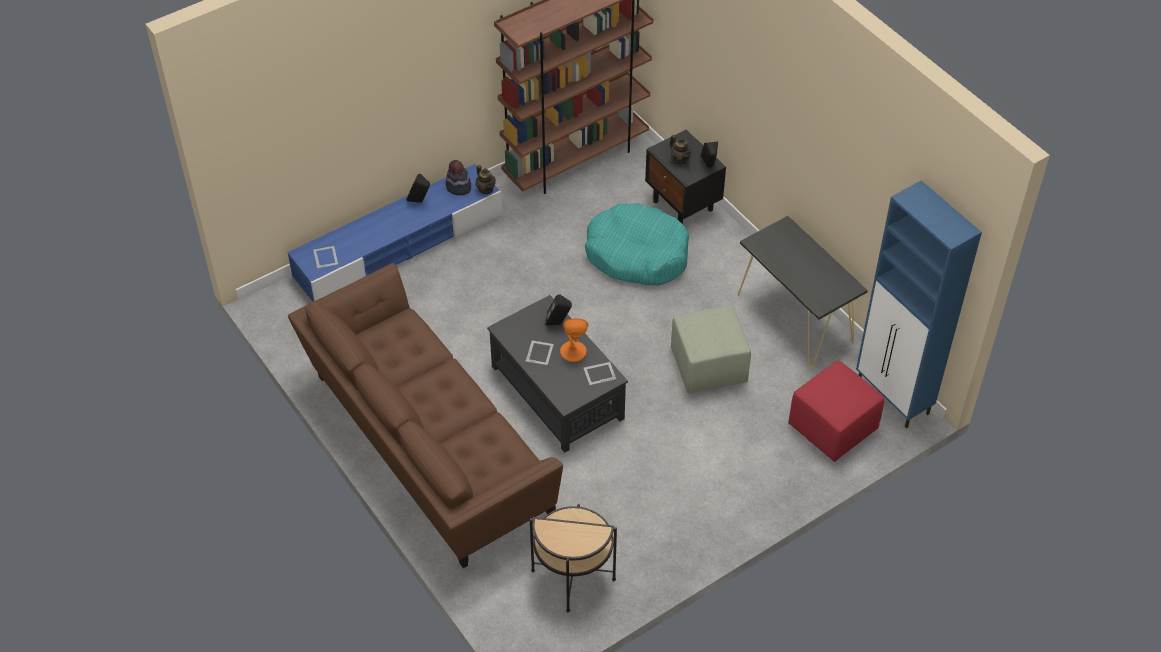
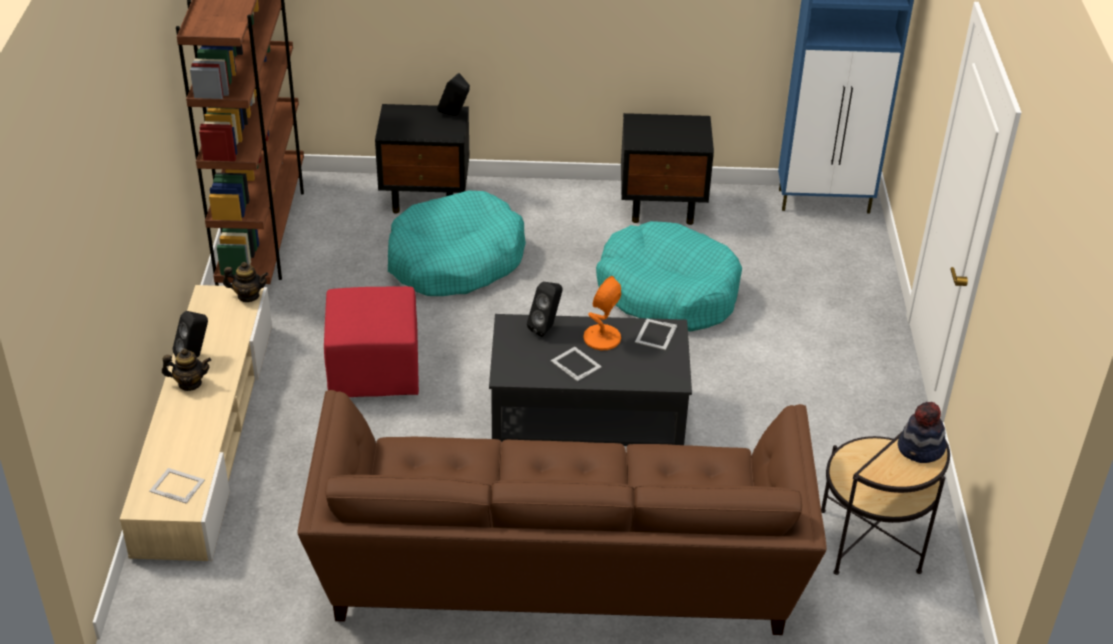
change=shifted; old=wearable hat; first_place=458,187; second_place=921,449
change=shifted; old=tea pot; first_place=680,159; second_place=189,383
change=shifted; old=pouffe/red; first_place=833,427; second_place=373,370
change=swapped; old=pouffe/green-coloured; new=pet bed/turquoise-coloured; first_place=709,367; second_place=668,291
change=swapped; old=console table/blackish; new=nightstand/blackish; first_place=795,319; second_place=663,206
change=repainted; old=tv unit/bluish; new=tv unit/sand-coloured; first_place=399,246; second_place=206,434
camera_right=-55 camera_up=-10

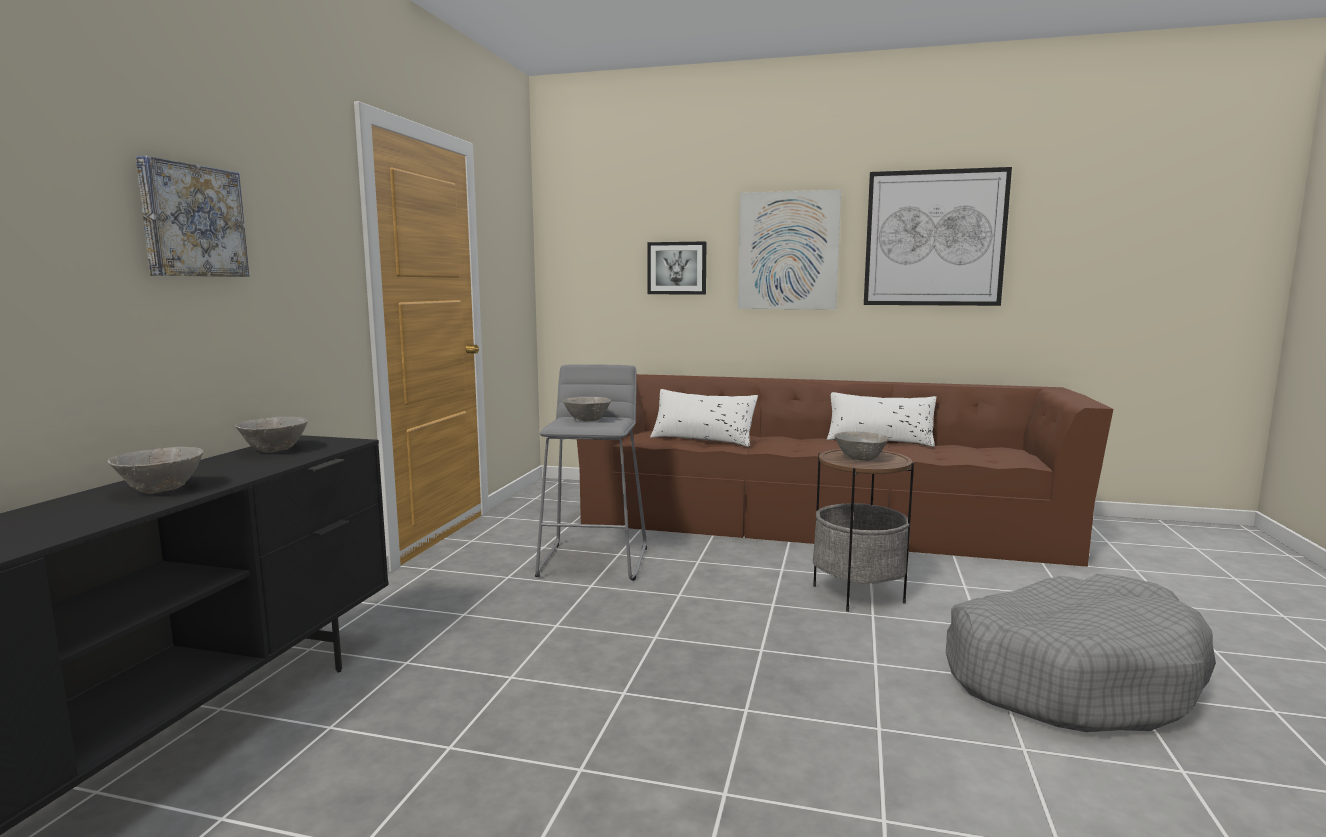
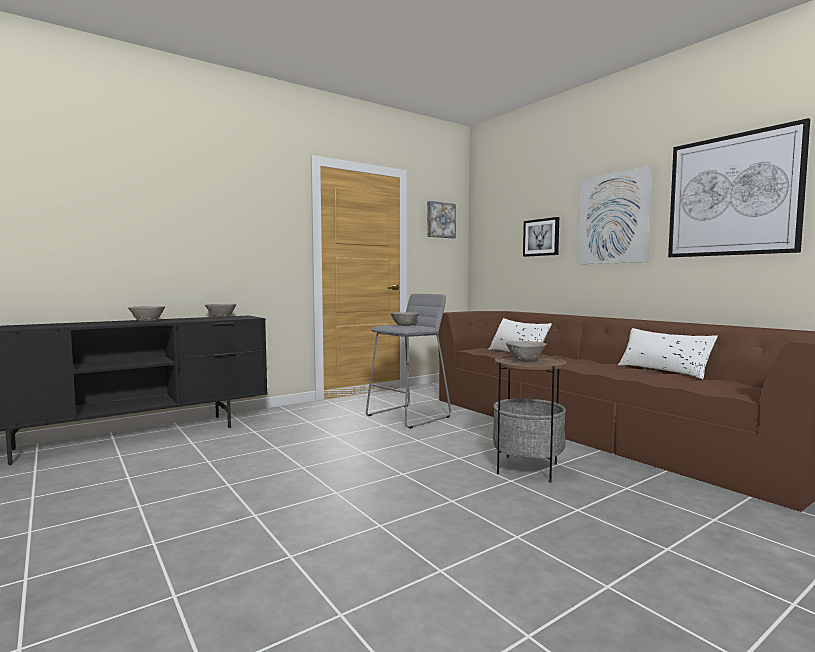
change=gone; old=pet bed/grey; first_place=1070,676
change=shifted; old=picture; first_place=191,221; second_place=440,220
camera_right=40 camera_up=-5

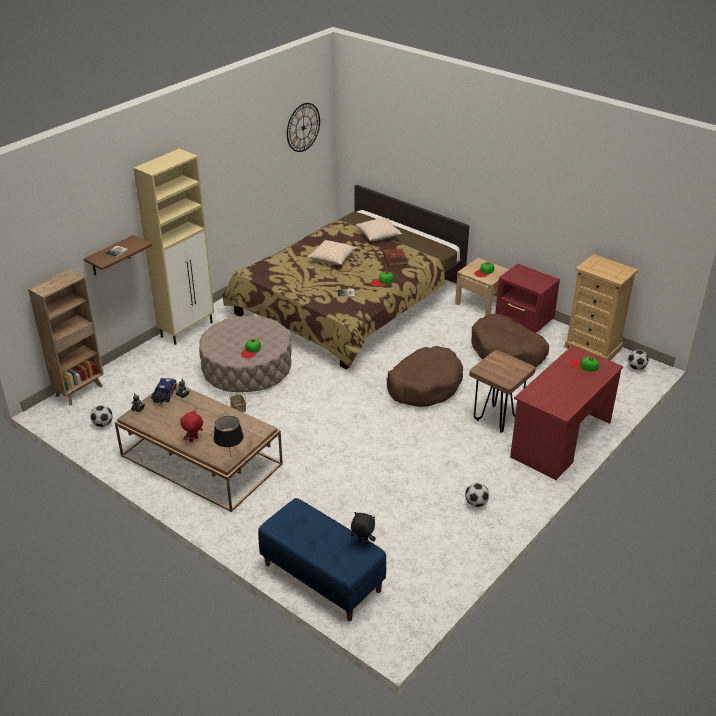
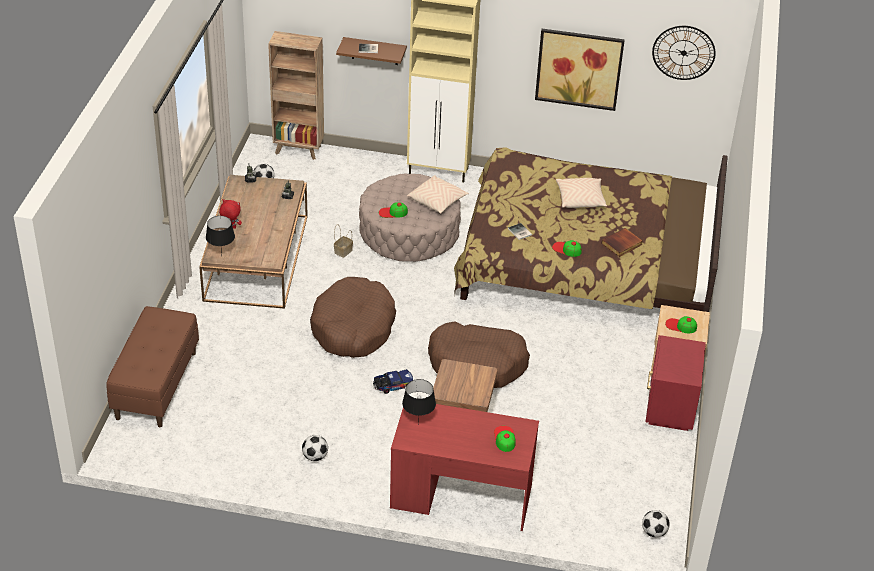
change=gone; old=soft toy/blackish; first_place=362,543
change=gone; old=dresser/sand-coloured; first_place=593,348
change=new; new=lamp for a table/blackish; second_place=418,424
change=new; new=picture; second_place=579,68
change=shifted; old=toy lorry; first_place=164,396; second_place=392,386
change=shifted; old=pillow/sand-coloured; first_place=378,235; second_place=437,201
change=shifted; old=pet bed/brownish; first_place=507,352; second_place=353,328
change=repainted; old=long seat/bluish; new=long seat/brownish; first_place=321,577; second_place=156,385
camera_right=60 camera_up=5

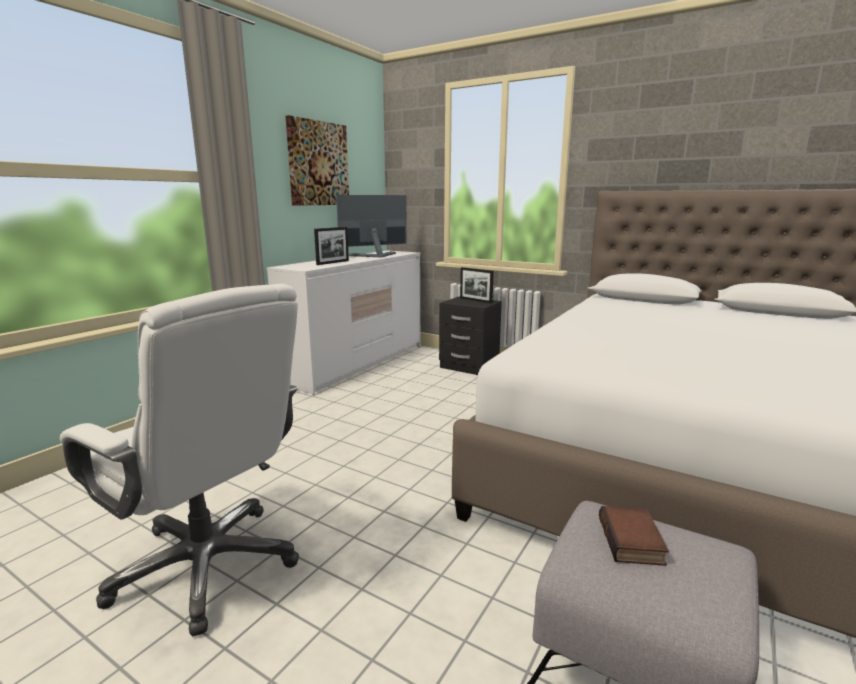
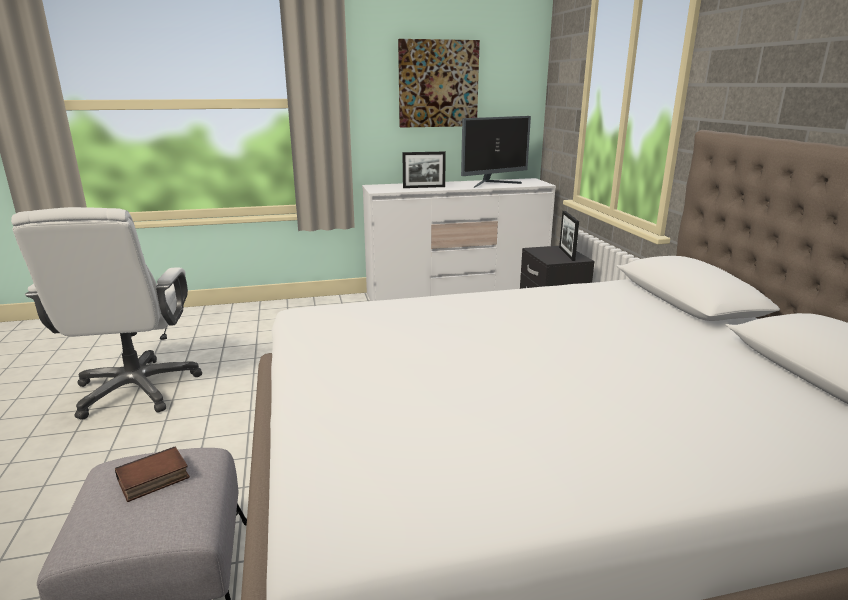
change=rotated; old=computer display; first_place=375,255; second_place=492,184; degrees=135
camera_right=45 camera_up=5

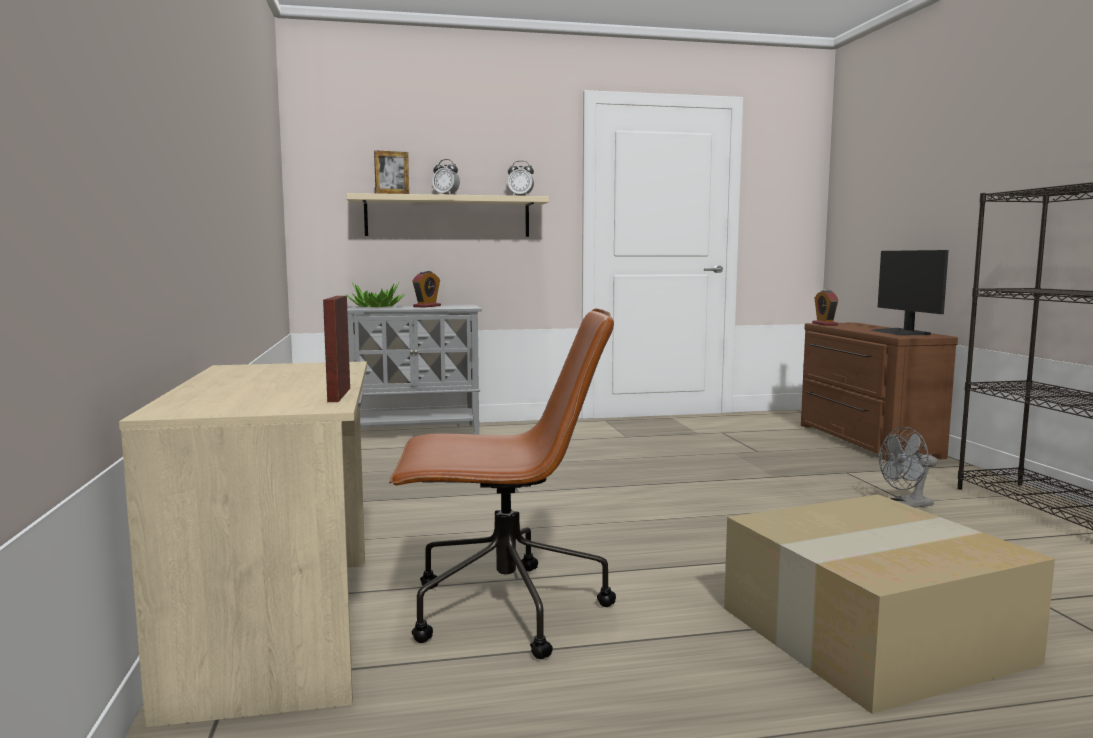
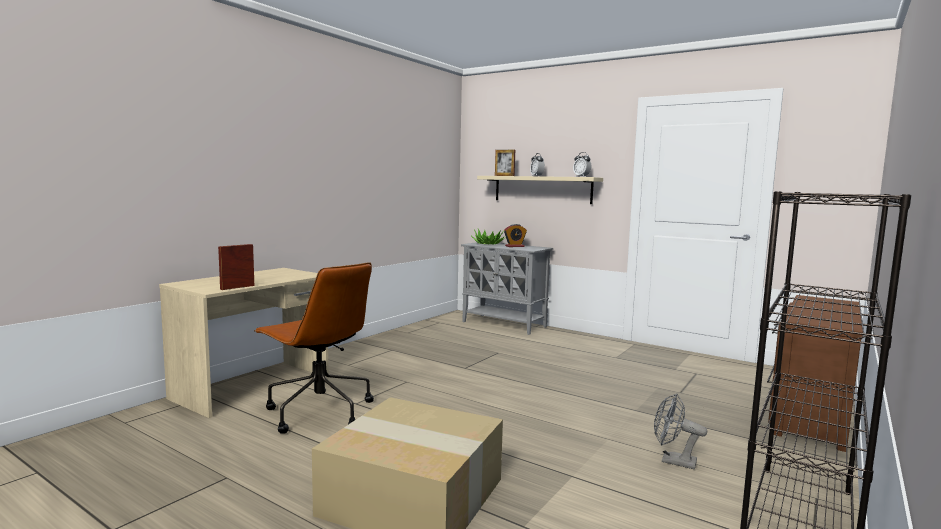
change=gone; old=alarm clock; first_place=824,324
change=gone; old=computer display; first_place=901,332
camera_right=45 camera_up=0

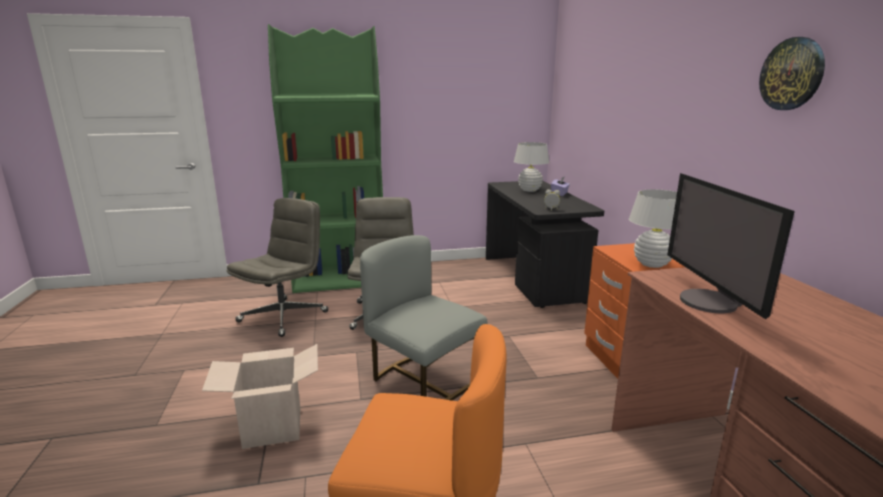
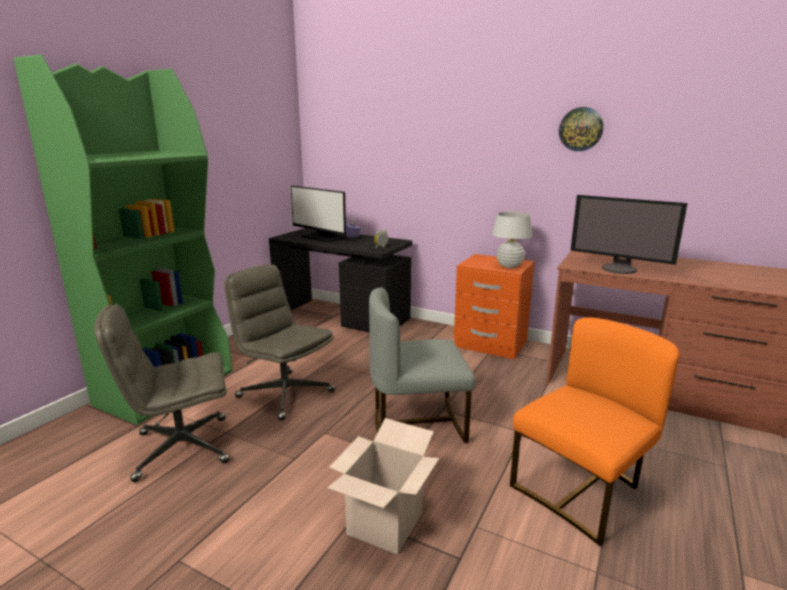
change=swapped; old=lamp for a table/white-coloured; new=computer display; first_place=529,190; second_place=322,237
change=rotated; old=computer chair/grey; first_place=284,316; second_place=181,448; degrees=-90
camera_right=-50 camera_up=0

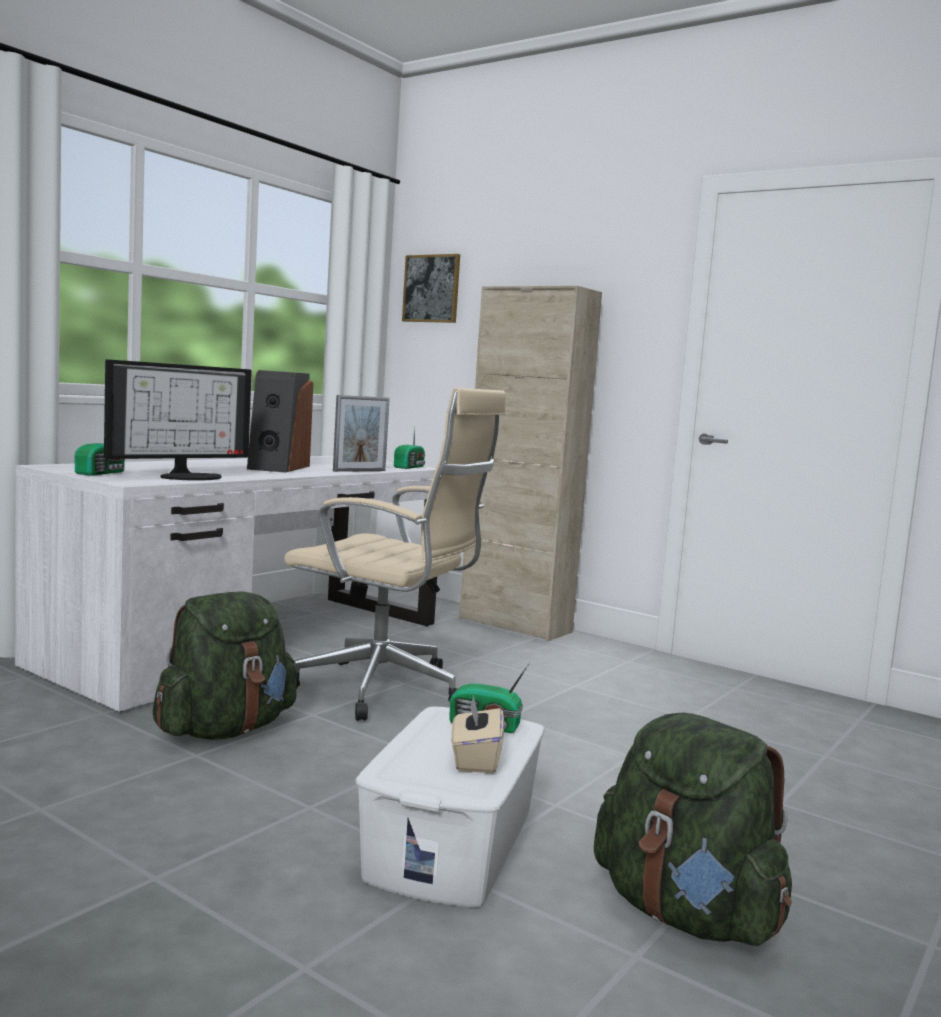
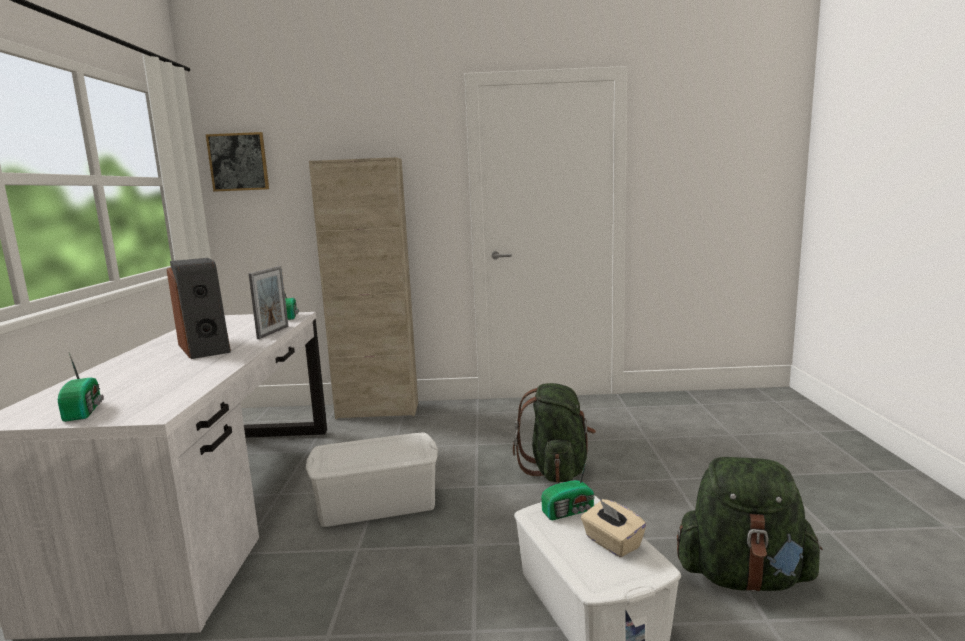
change=gone; old=computer display; first_place=189,476
change=shifted; old=knapsack/green-coloured; first_place=225,730; second_place=557,470
change=swapped; old=computer chair/sand-coloured; new=storage box/white-coloured; first_place=386,691; second_place=377,502
camera_right=-35 camera_up=5

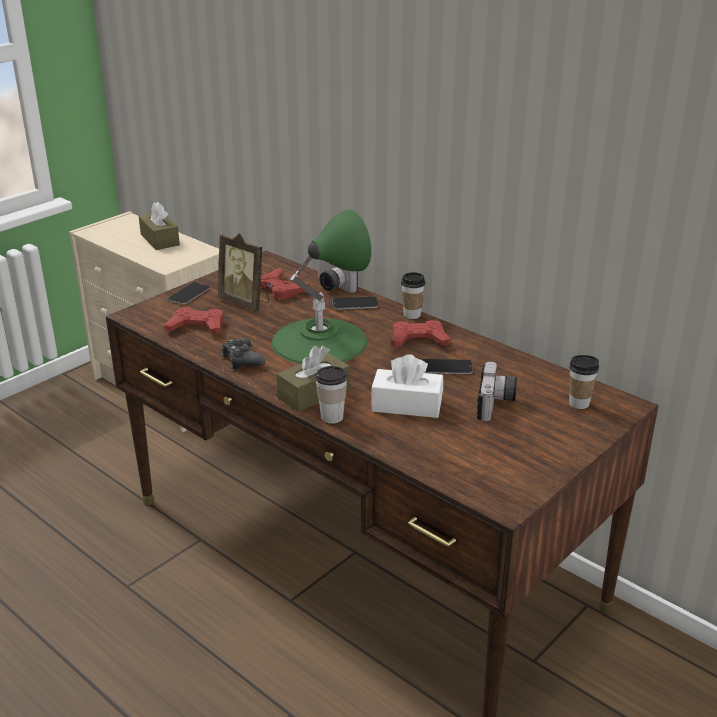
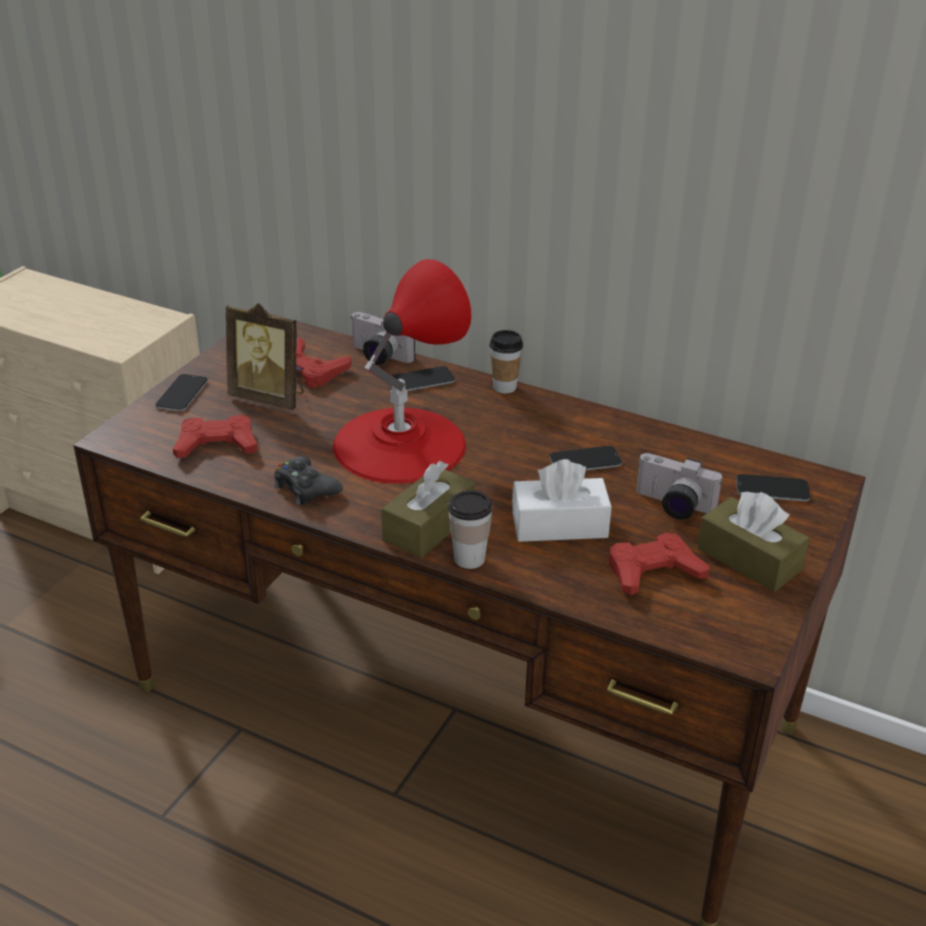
change=shifted; old=box of tissues/brownish; first_place=160,239; second_place=749,559
change=shifted; old=gamepad/red; first_place=418,340; second_place=653,571
change=swapped; old=drinking cup; new=telephone; first_place=579,403; second_place=772,489
change=repainted; old=lamp for a table/green-coloured; new=lamp for a table/red; first_place=319,341; second_place=399,444
change=rotated; old=photo camera; first_place=496,404; second_place=672,506; degrees=120
camera_right=-15 camera_up=5

